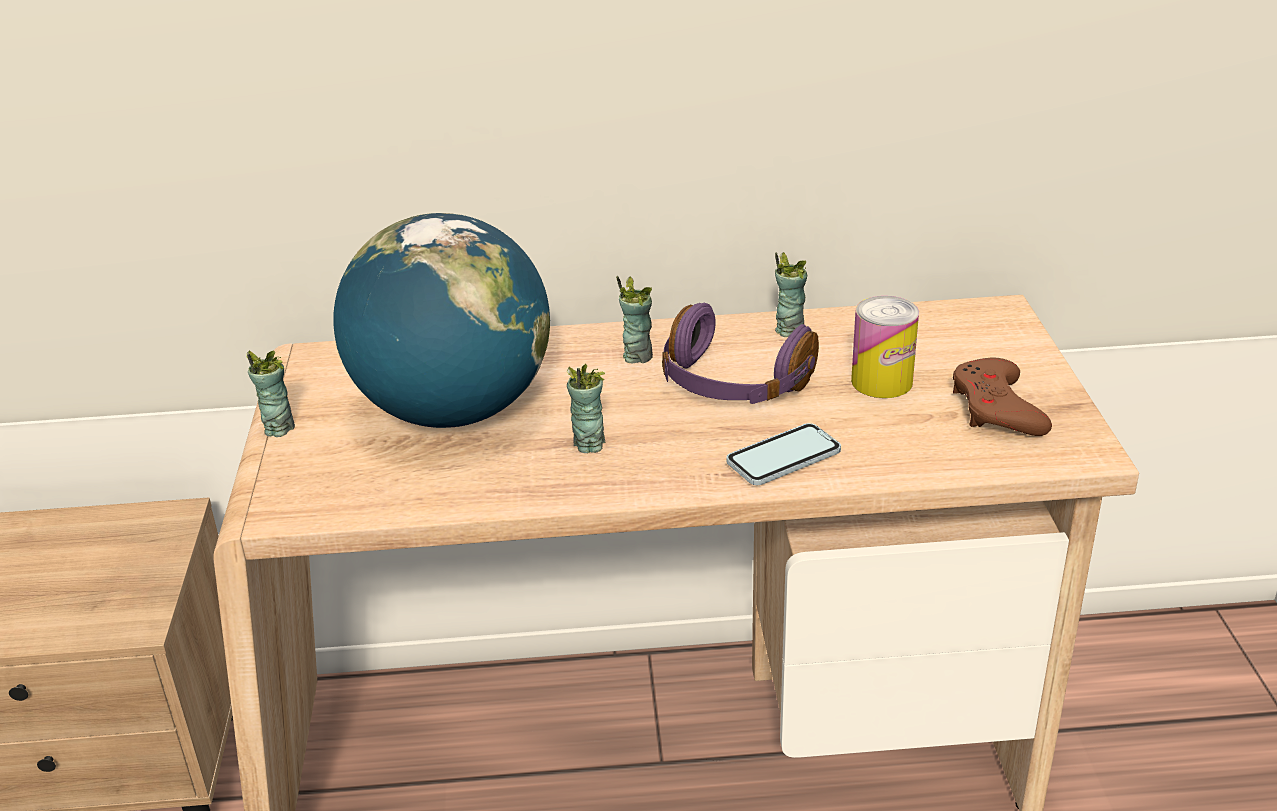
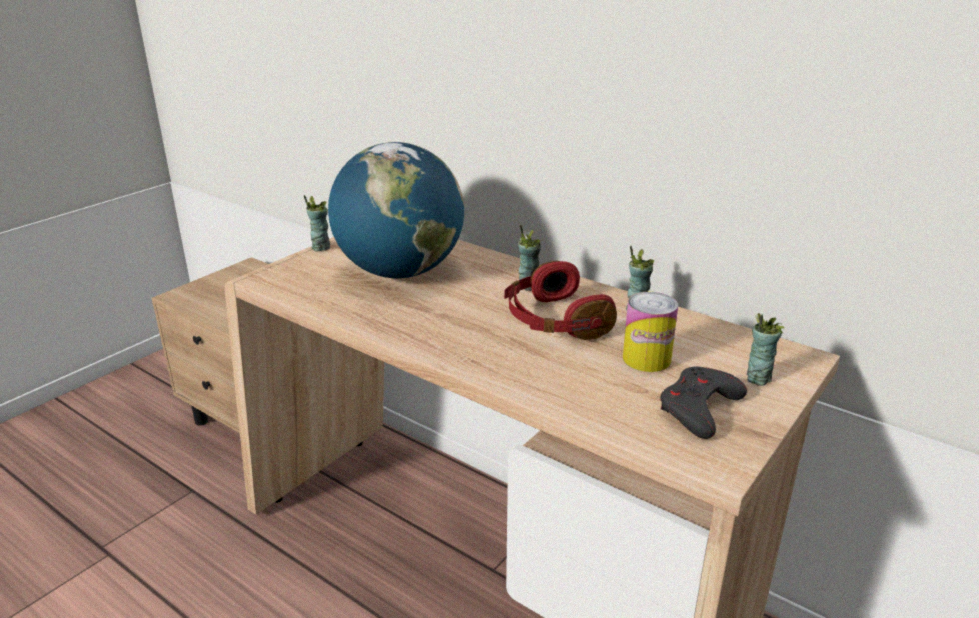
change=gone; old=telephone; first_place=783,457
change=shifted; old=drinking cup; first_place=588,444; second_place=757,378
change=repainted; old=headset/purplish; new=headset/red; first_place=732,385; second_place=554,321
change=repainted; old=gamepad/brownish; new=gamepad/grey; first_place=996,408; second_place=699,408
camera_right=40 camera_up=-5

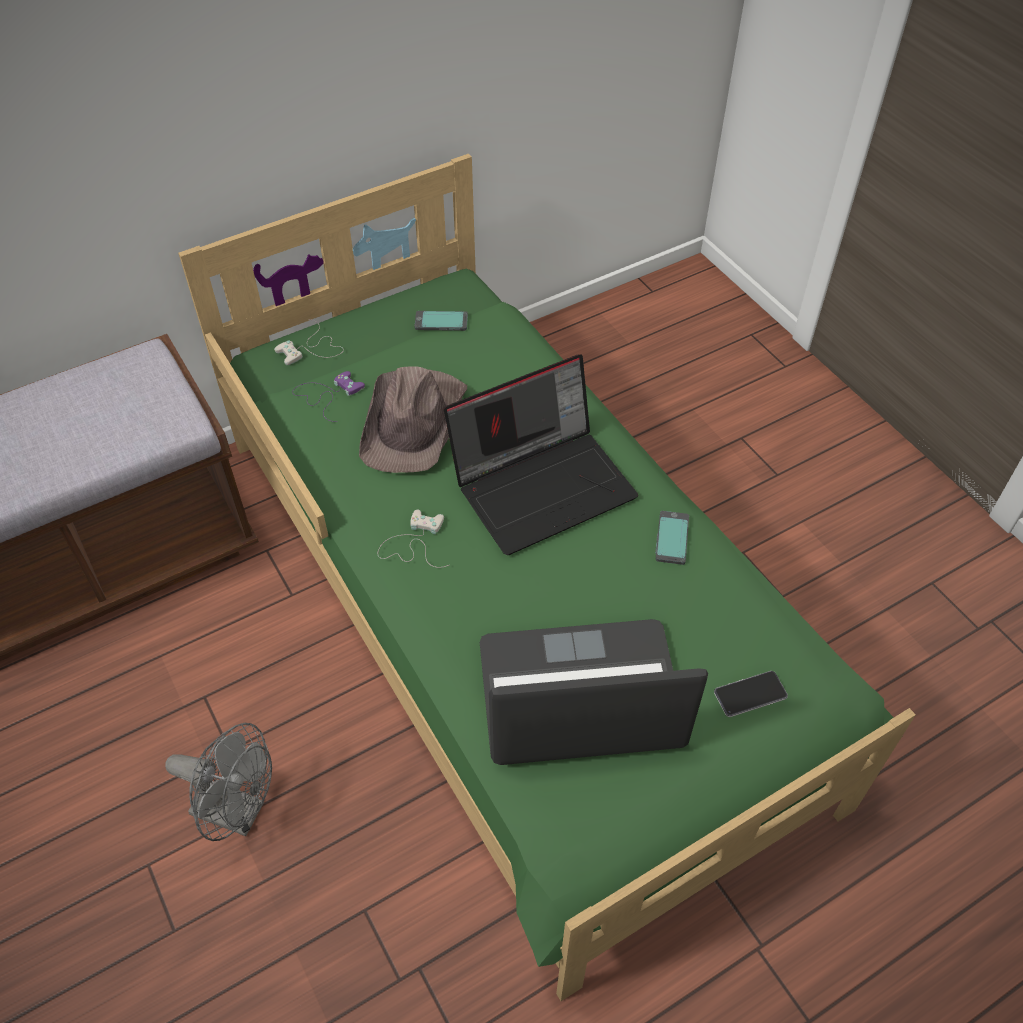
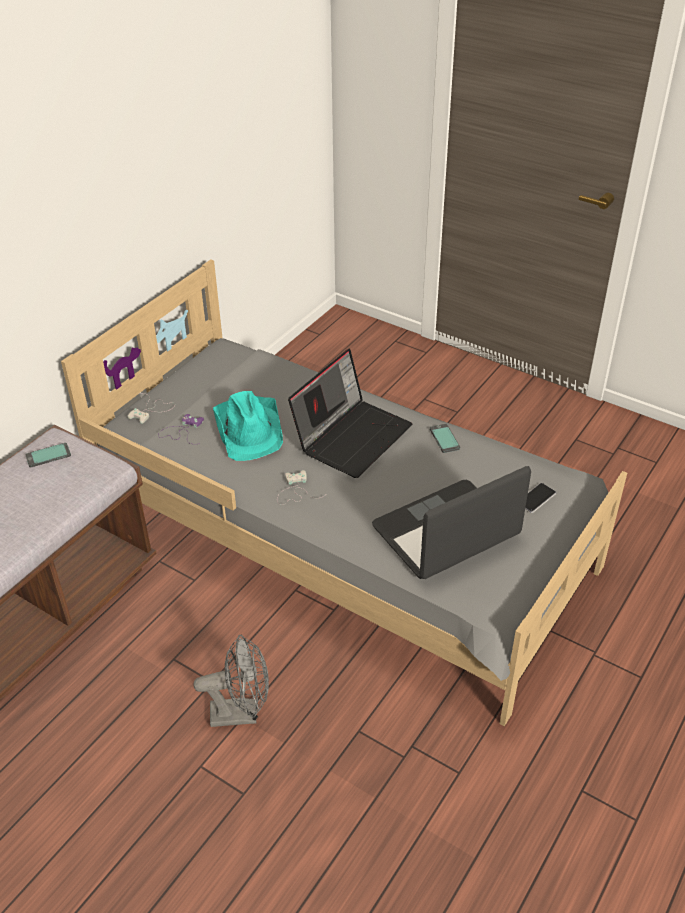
change=shifted; old=telephone; first_place=441,322; second_place=48,456
change=repainted; old=bed/green-coloured; new=bed/grey; first_place=514,609; second_place=346,536
change=repainted; old=wearable hat/brownish; new=wearable hat/turquoise-coloured; first_place=414,422; second_place=249,428
camera_right=-25 camera_up=-10

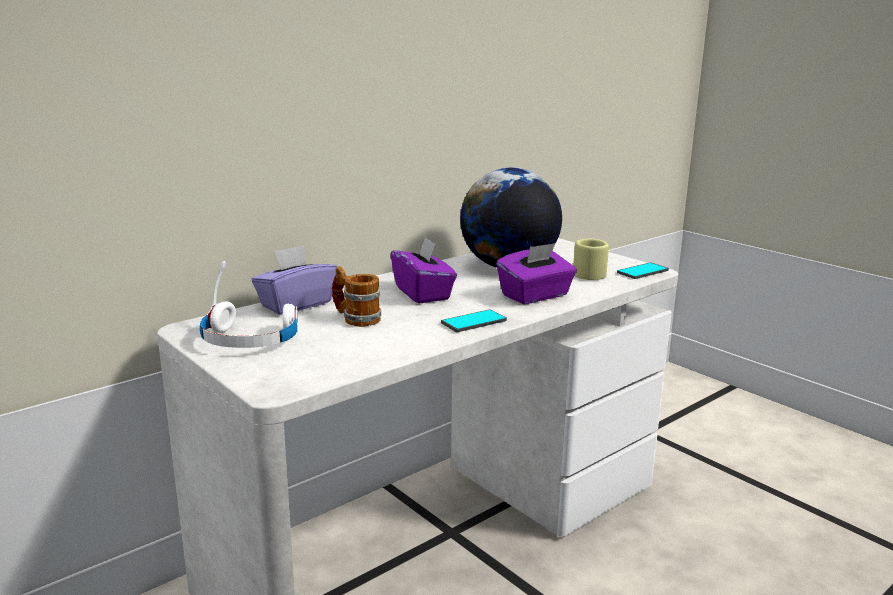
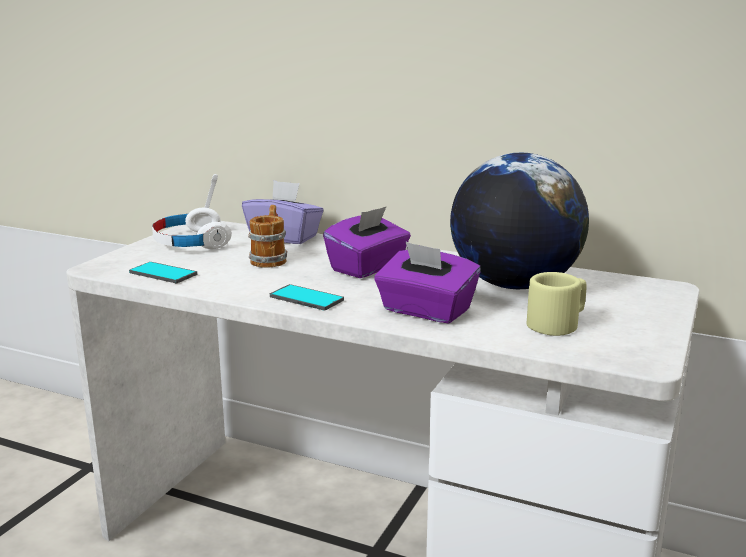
change=shifted; old=telephone; first_place=642,271; second_place=163,273
camera_right=65 camera_up=0

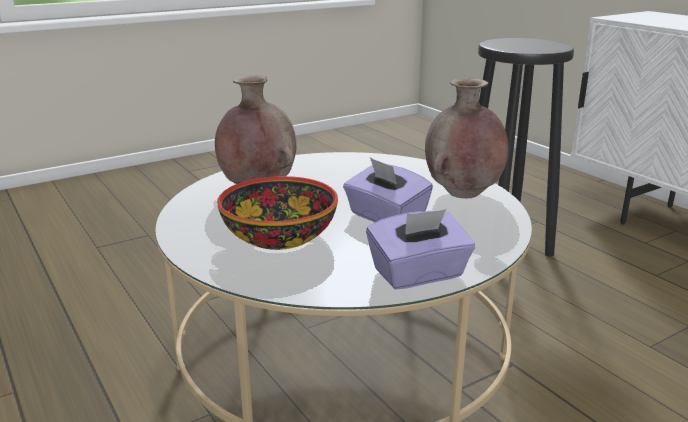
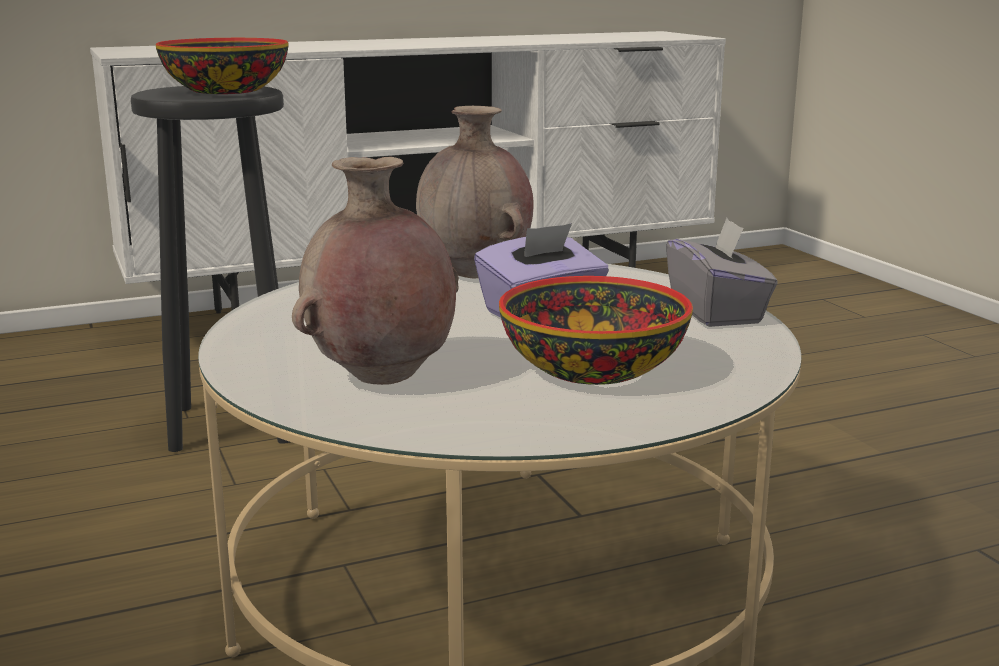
change=new; new=serving bowl; second_place=225,91
change=repainted; old=box of tissues/purplish; new=box of tissues/grey; first_place=419,274; second_place=717,312
camera_right=-80 camera_up=-5

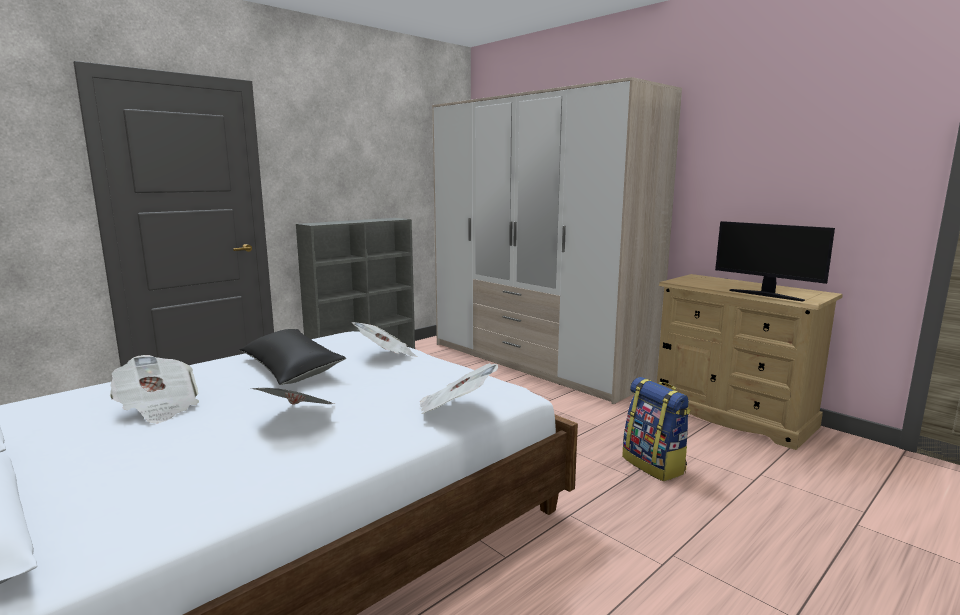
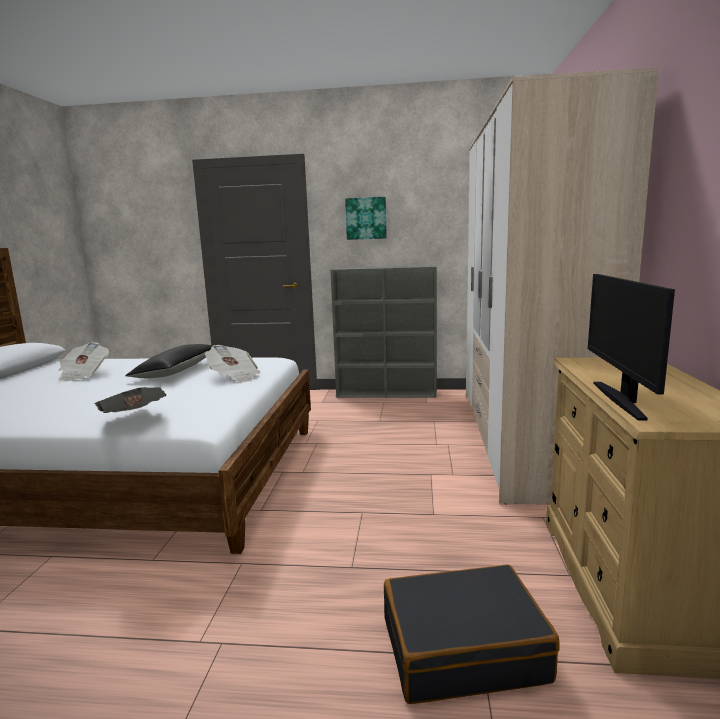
change=gone; old=daily paper; first_place=298,417
change=gone; old=knapsack; first_place=654,465
change=new; new=picture; second_place=366,218
change=new; new=piece of luggage/blackish; second_place=463,648
camera_right=50 camera_up=0

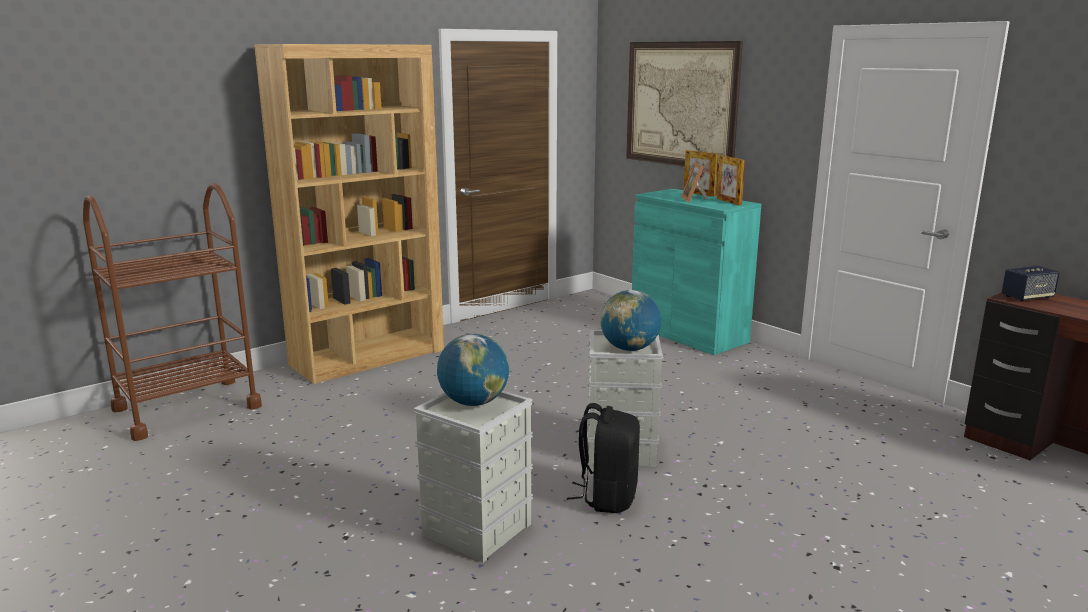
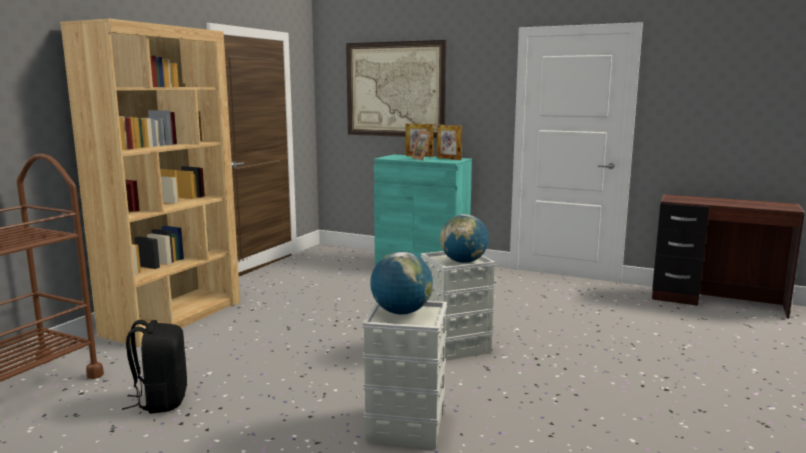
change=gone; old=speaker; first_place=1027,297
change=shifted; old=knapsack/blackish; first_place=607,497; second_place=161,401
camera_right=-25 camera_up=-5

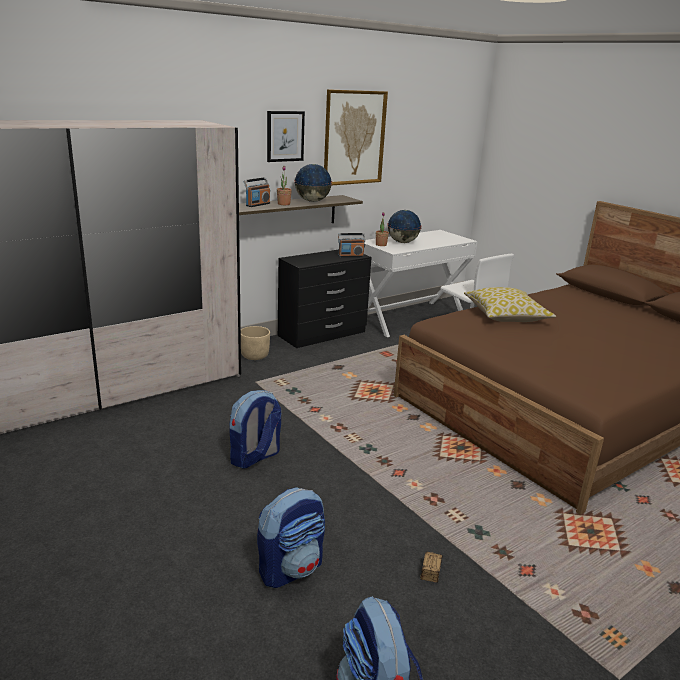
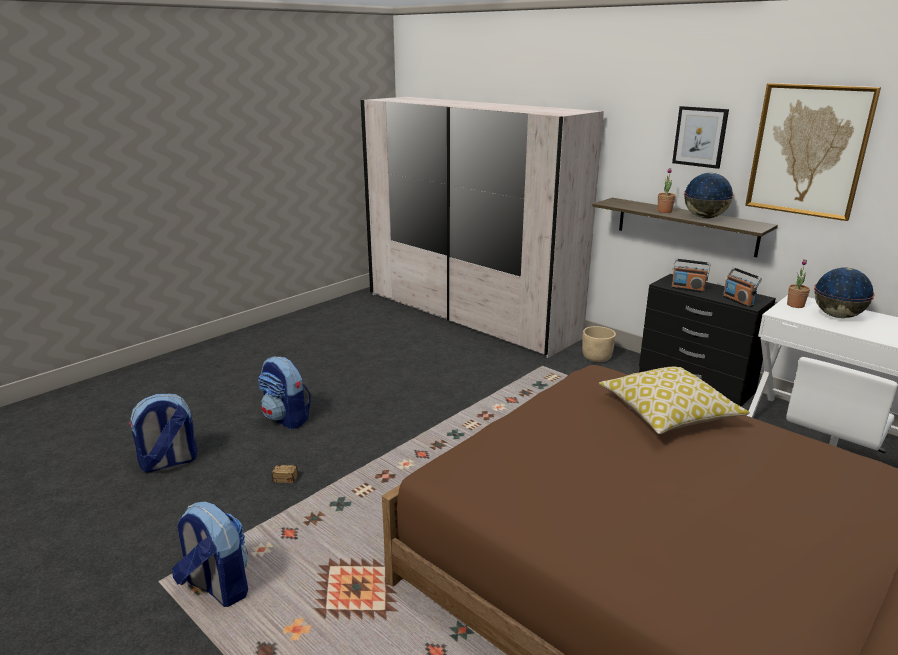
change=shifted; old=knapsack; first_place=255,457; second_place=216,587
change=shifted; old=radio set; first_place=257,204; second_place=687,289
camera_right=80 camera_up=0

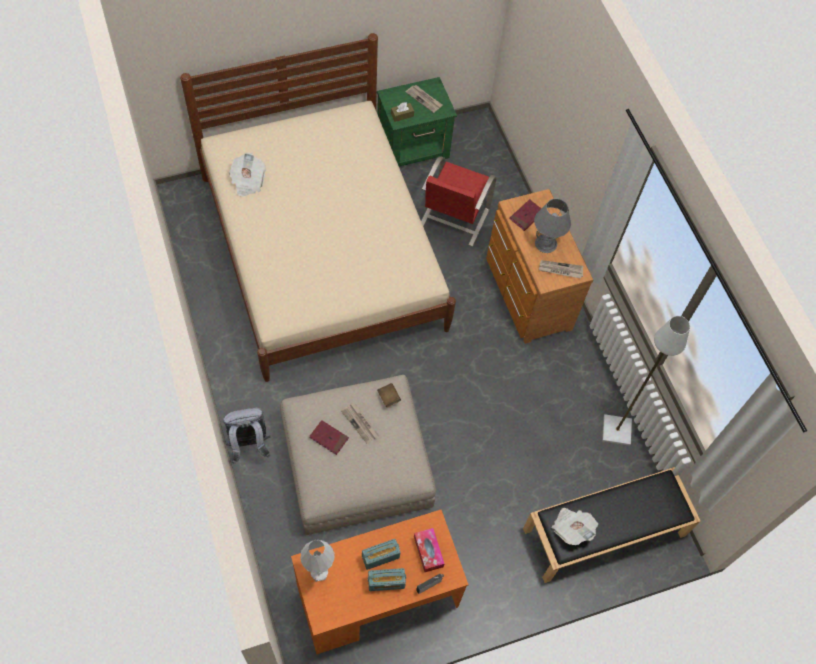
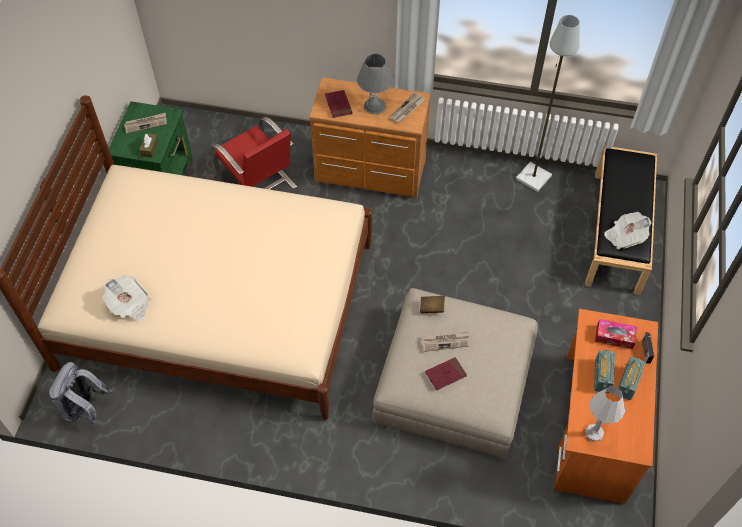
change=shifted; old=knapsack/grey; first_place=249,445; second_place=85,408
camera_right=-55 camera_up=-5

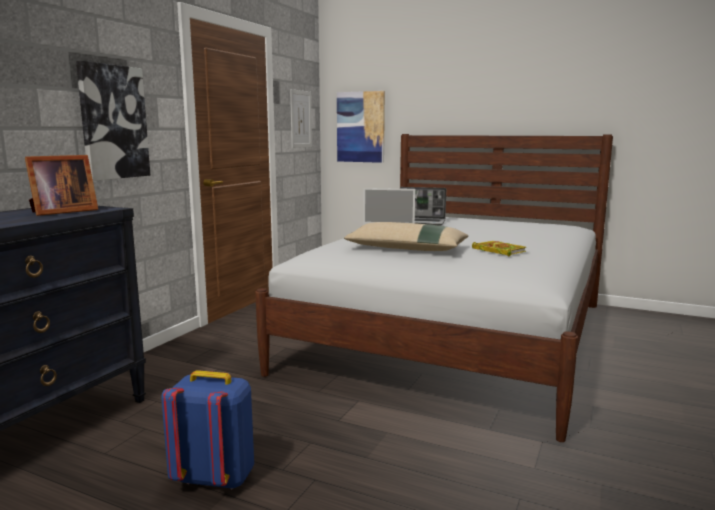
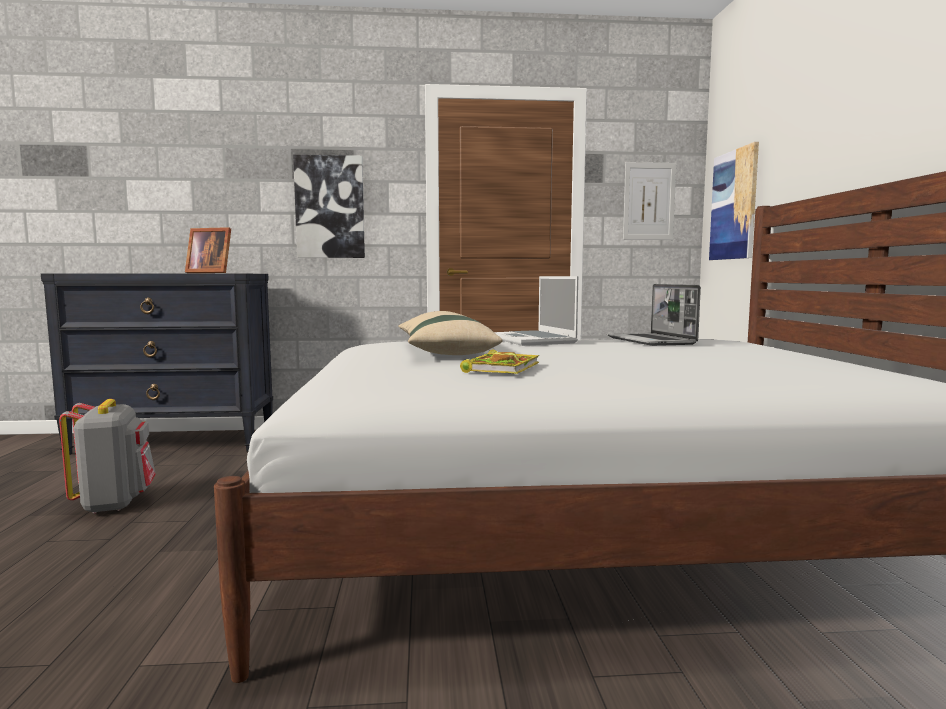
change=repainted; old=knapsack/bluish; new=knapsack/grey; first_place=215,478; second_place=114,503
camera_right=60 camera_up=-5

